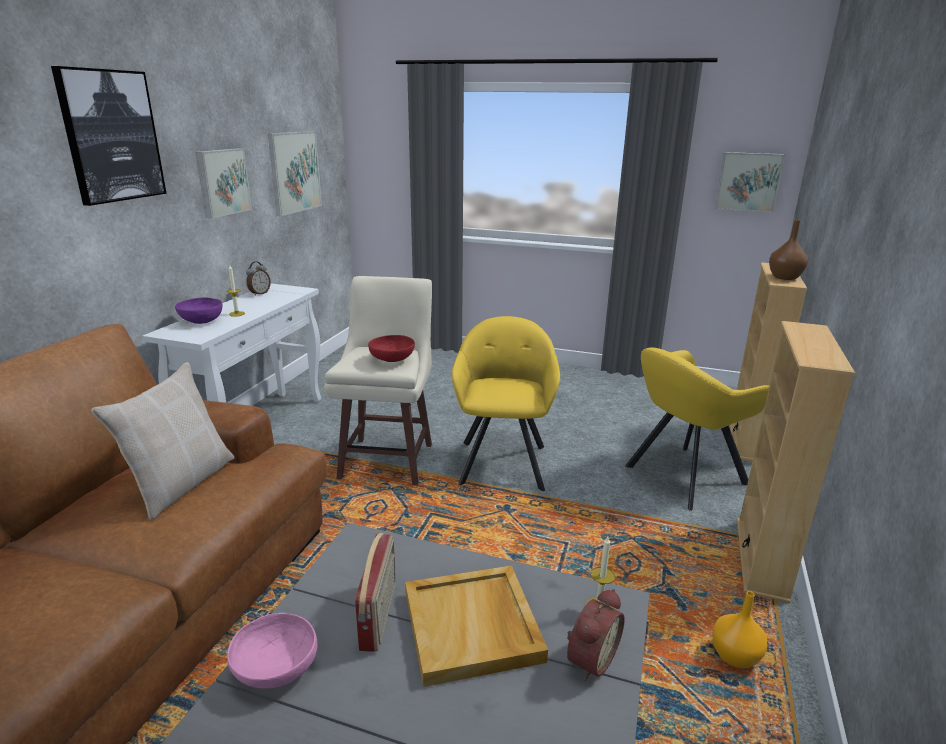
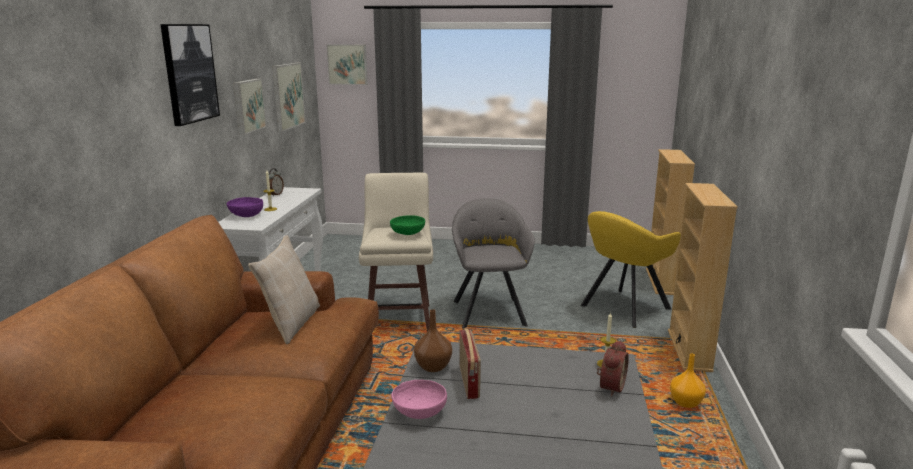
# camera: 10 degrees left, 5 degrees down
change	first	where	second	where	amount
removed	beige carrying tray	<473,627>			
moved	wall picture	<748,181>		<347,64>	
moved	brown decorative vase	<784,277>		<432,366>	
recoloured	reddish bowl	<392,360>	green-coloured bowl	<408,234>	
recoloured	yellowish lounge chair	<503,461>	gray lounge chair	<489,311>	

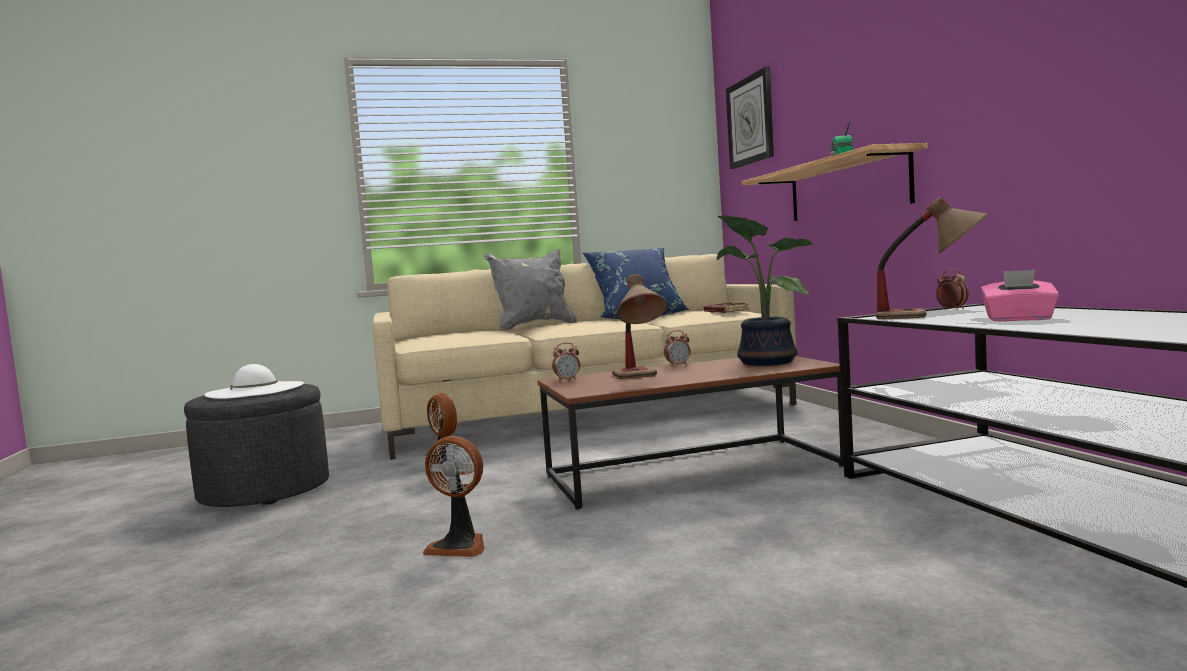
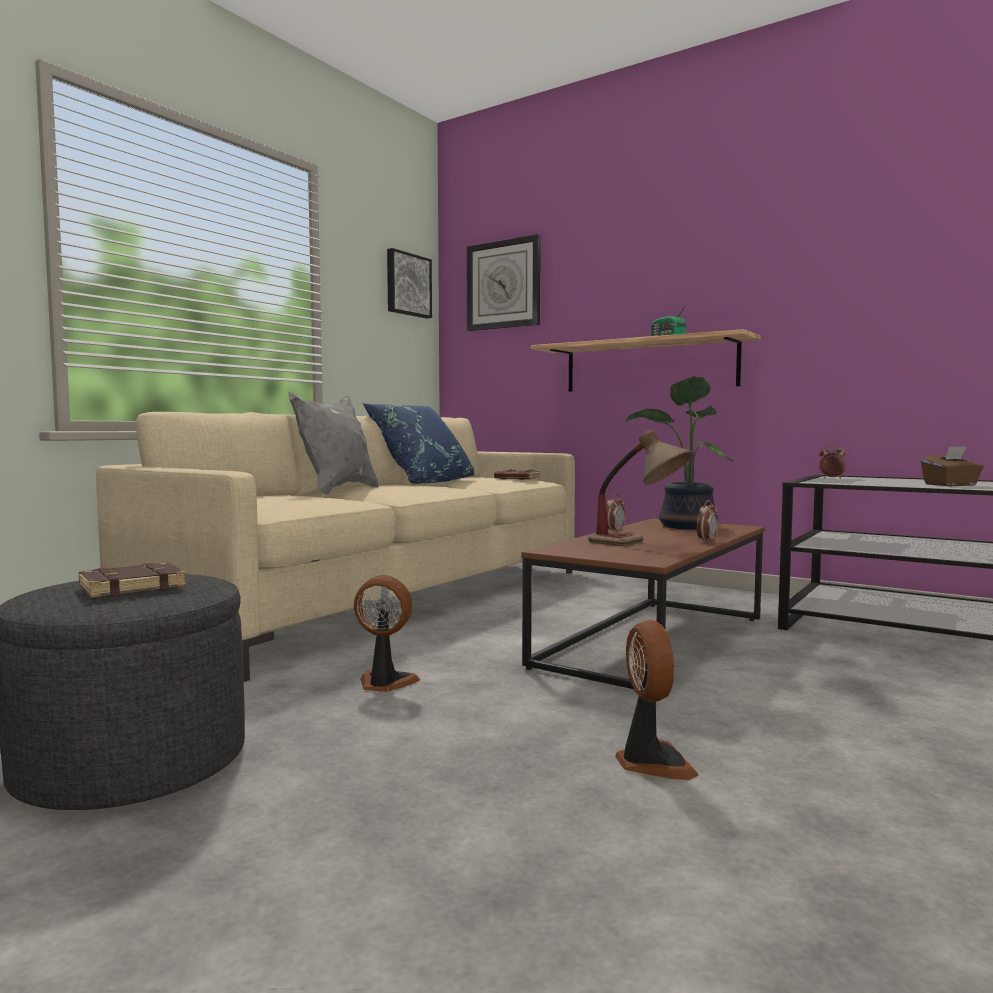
# camera: 40 degrees left, 0 degrees up
change	first	where	second	where	amount
removed	table lamp	<931,315>			
added			wall picture	<407,285>	
moved	alarm clock	<567,380>		<706,541>	
replaced	white-coloured clothing hat	<255,390>	brown book	<133,587>	
recoloured	pink box of tissues	<1019,319>	brown box of tissues	<951,485>	
turned	fan	<460,546>		<651,762>	75 degrees counterclockwise

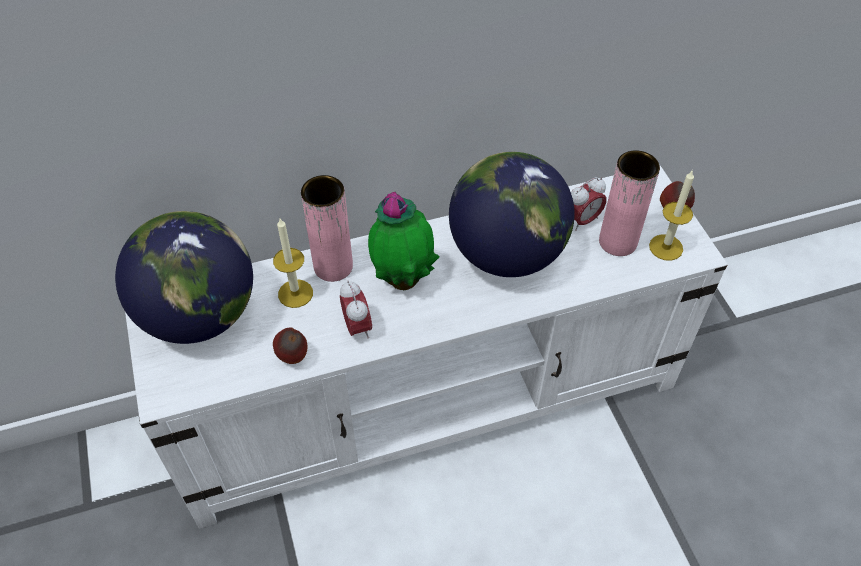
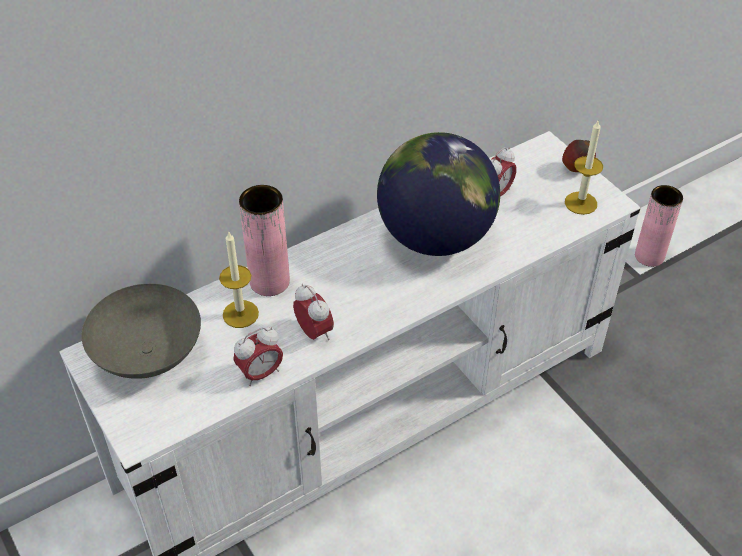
# camera: 15 degrees left, 5 degrees down
change	first	where	second	where	amount
removed	houseplant	<403,279>			
moved	pink decorative vase	<618,242>		<649,256>	
replaced	desk globe	<200,314>	gray bowl	<149,353>	
replaced	apple fruit	<293,358>	alarm clock	<260,373>	

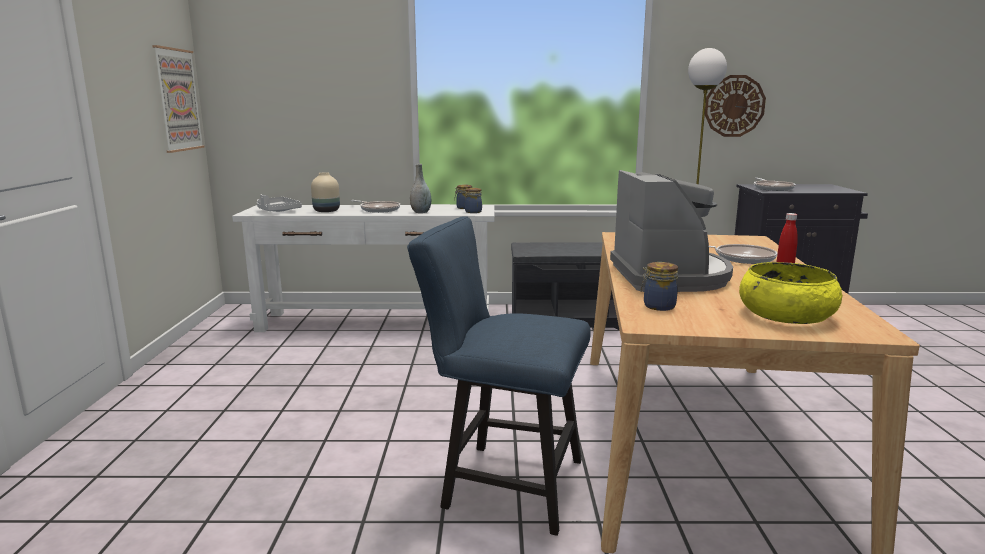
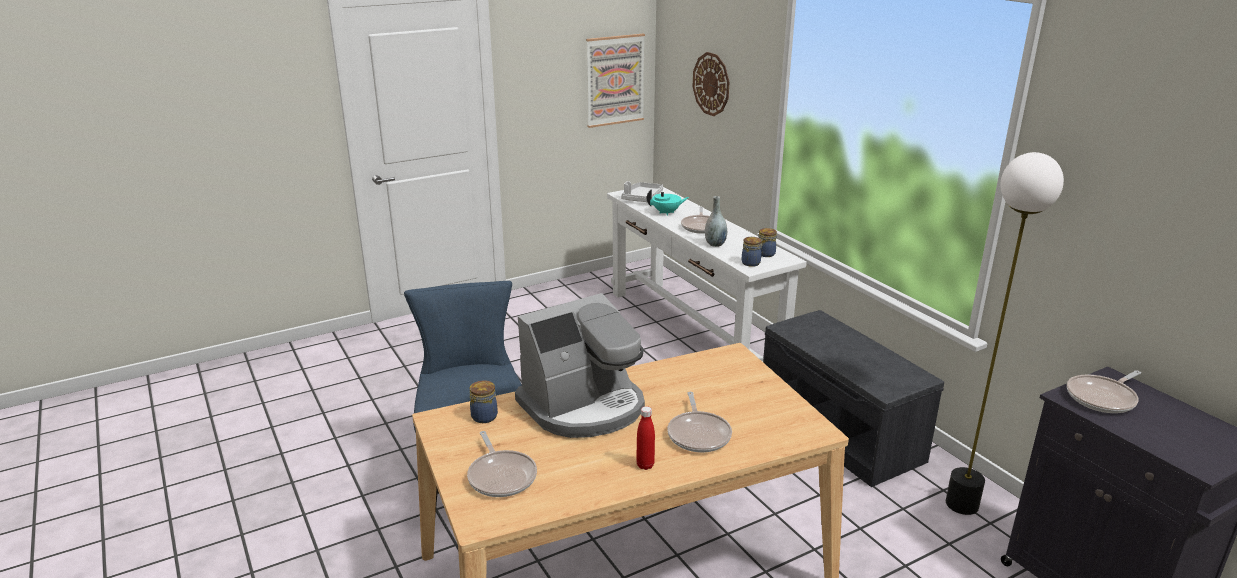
# camera: 60 degrees right, 10 degrees up
change	first	where	second	where	amount
moved	hanging clock	<734,106>		<711,84>	
replaced	beige decorative vase	<327,211>	blue-green teapot	<666,213>	
replaced	yellowish bowl	<786,315>	frying pan	<501,476>	

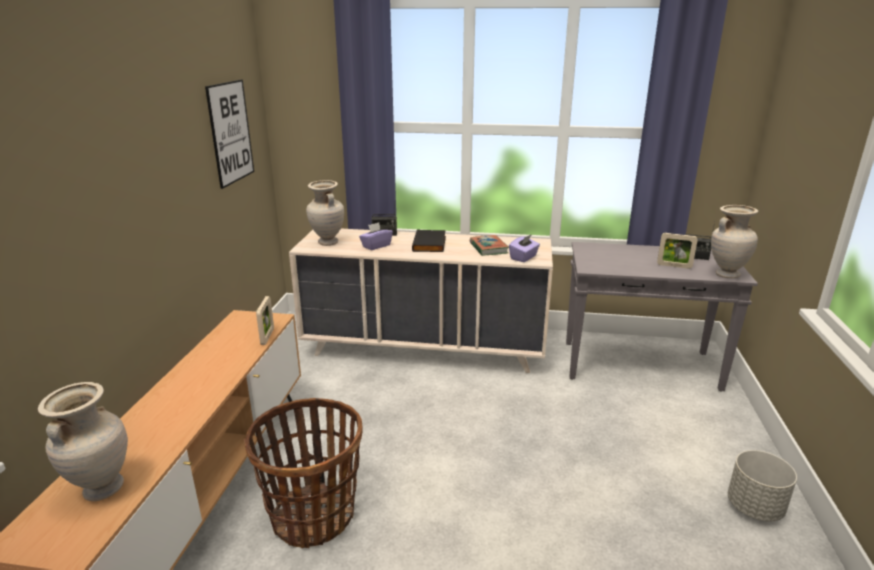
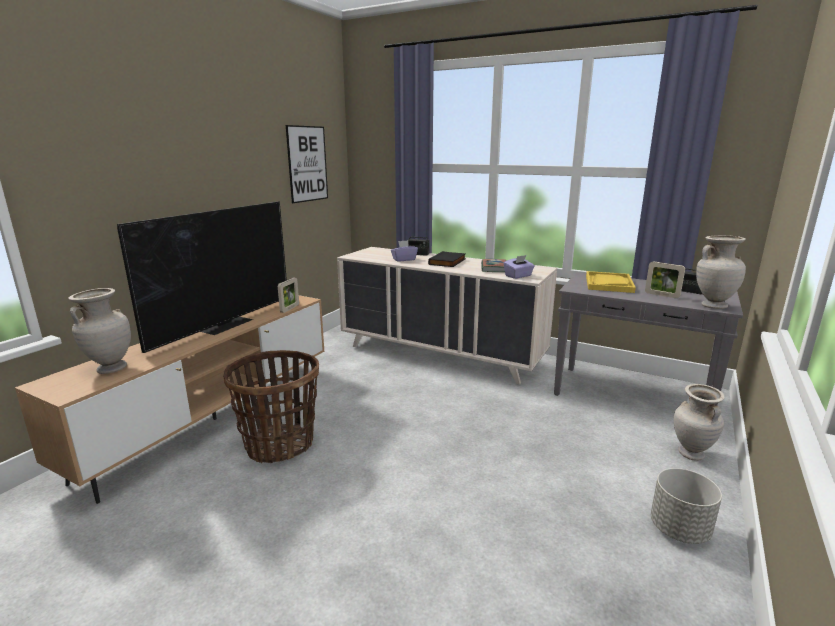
# camera: 20 degrees right, 5 degrees down
change	first	where	second	where	amount
added			TV set	<225,324>	
added			yellowish carrying tray	<608,283>	
moved	beige decorative vase	<327,243>		<690,454>	

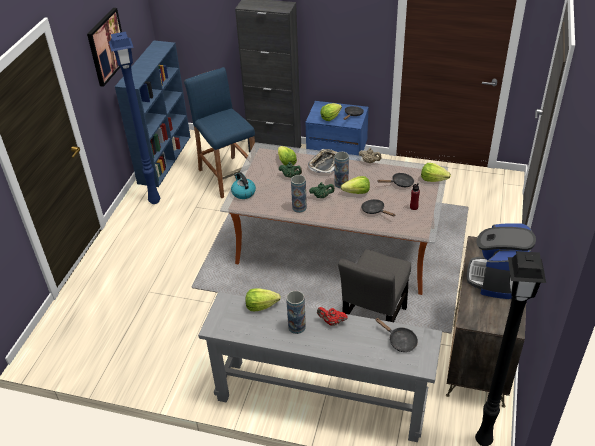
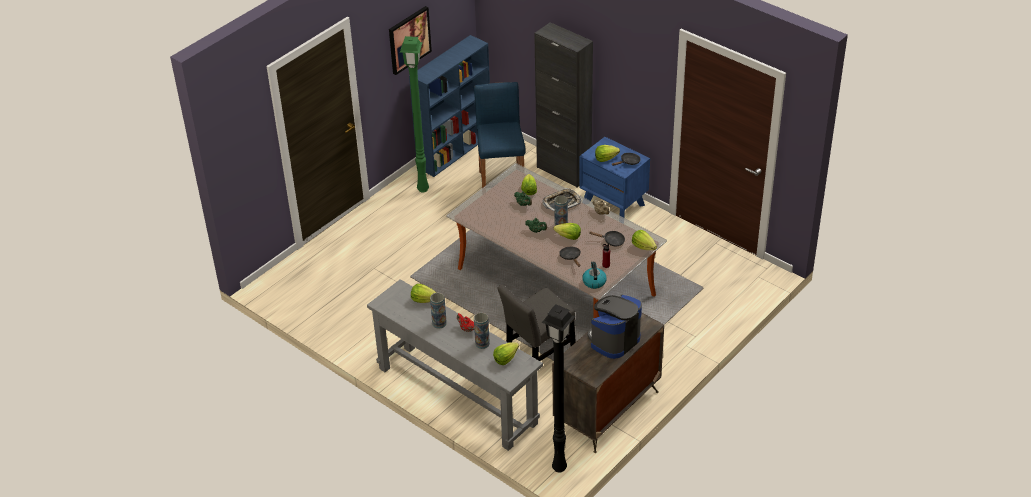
# camera: 25 degrees right, 0 degrees up
change	first	where	second	where	amount
moved	kettle	<243,192>		<594,281>	
moved	decorative vase	<299,207>		<482,343>	
replaced	black-coloured frying pan	<400,341>	lettuce	<505,358>	
recoloured	bluish standing lamp	<155,200>	green-coloured standing lamp	<424,189>	

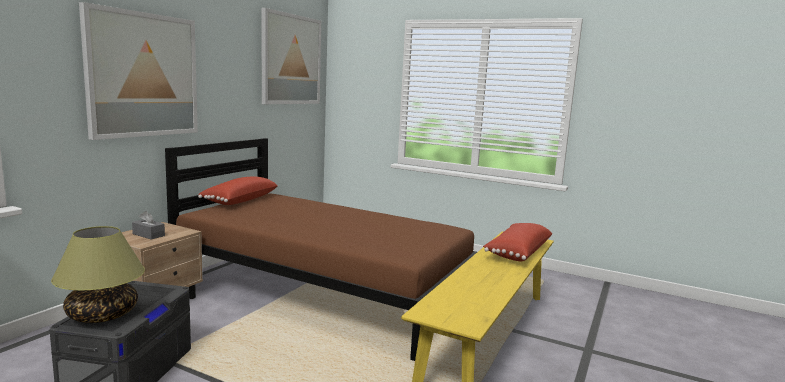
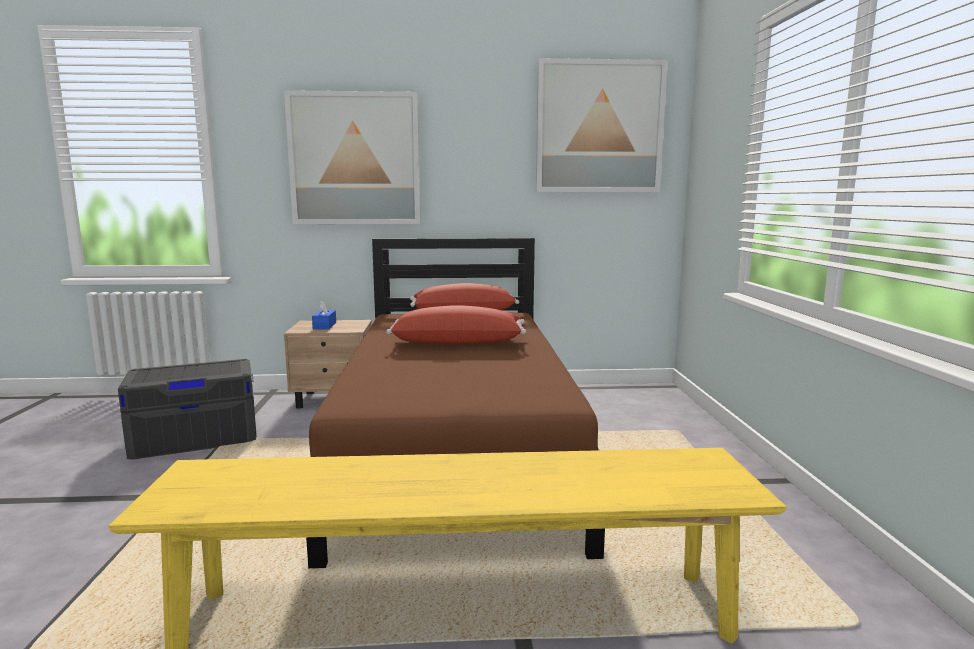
# camera: 60 degrees right, 0 degrees up
change	first	where	second	where	amount
removed	table lamp	<102,315>			
moved	reddish throw pillow	<517,252>		<458,342>	
recoloured	gray box of tissues	<148,235>	bluish box of tissues	<324,326>	

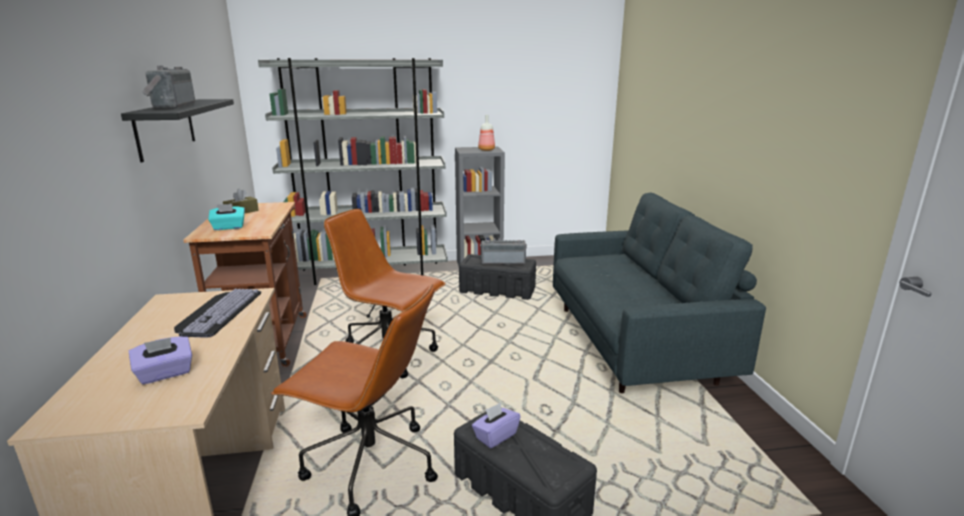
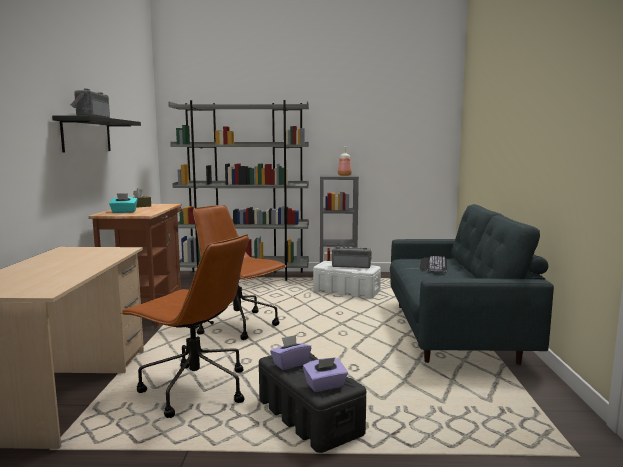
# camera: 10 degrees right, 10 degrees down
change	first	where	second	where	amount
moved	purple-coloured box of tissues	<165,374>		<325,386>	
moved	keyboard	<217,312>		<433,264>	
recoloured	black-coloured storage container	<498,290>	white-coloured storage container	<347,291>	

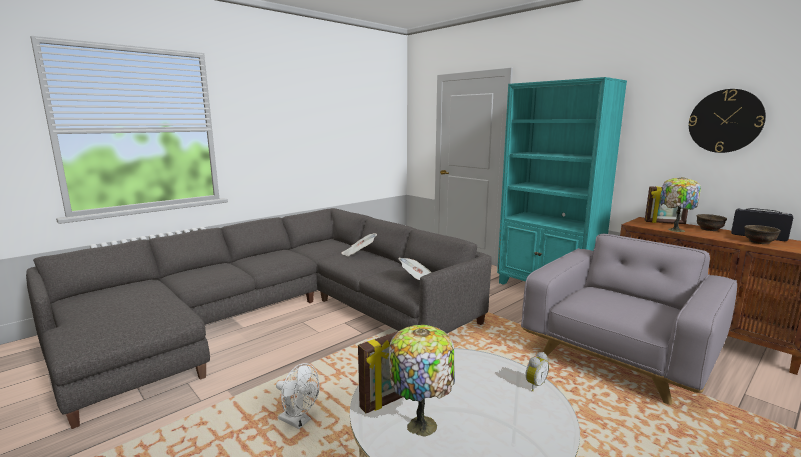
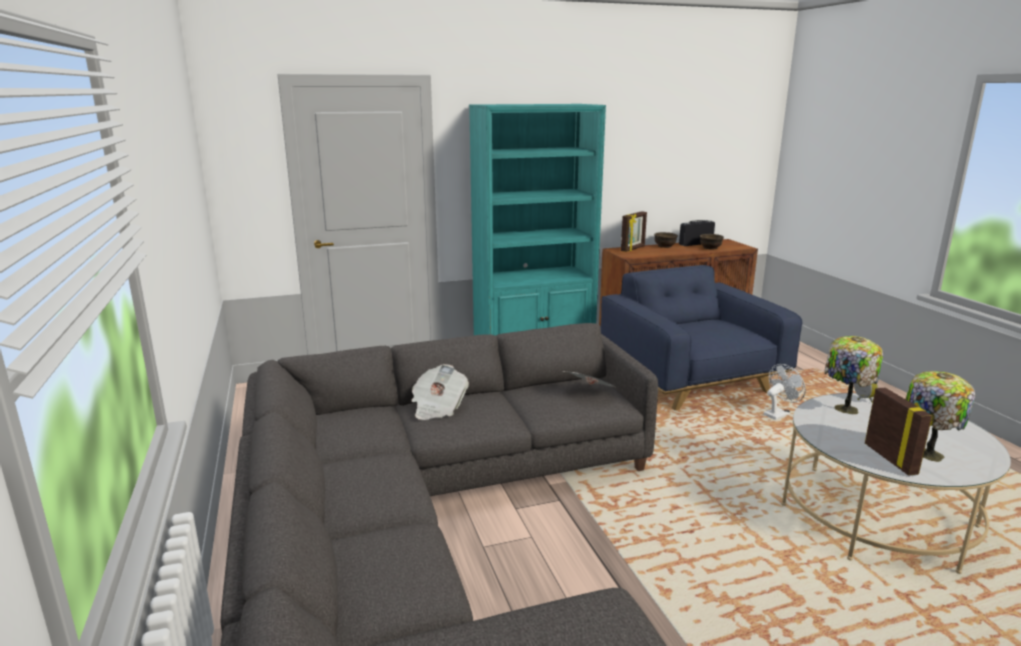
# camera: 65 degrees left, 5 degrees up
change	first	where	second	where	amount
removed	hanging clock	<725,121>			
moved	white-coloured fan	<299,421>		<778,414>	
moved	table lamp	<674,229>		<844,409>	
recoloured	gray lounge chair	<619,355>	bluish lounge chair	<690,380>	

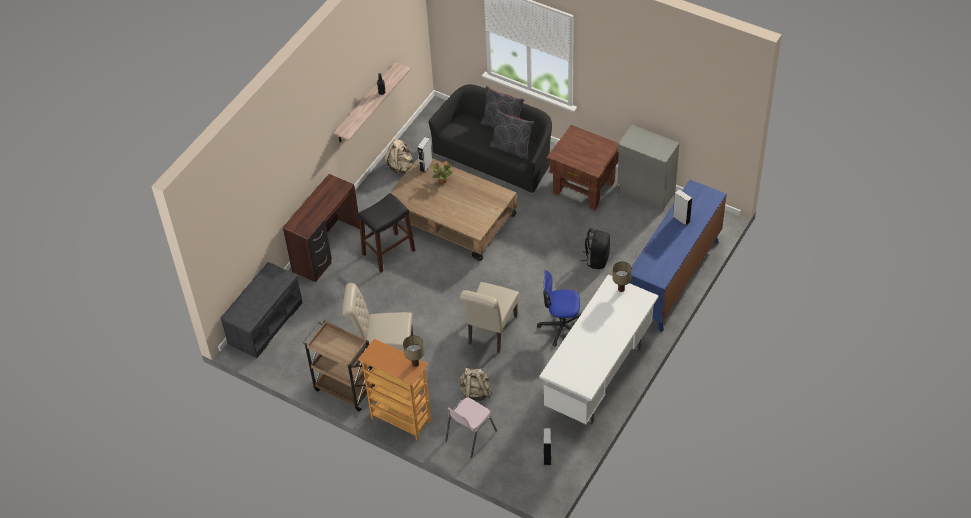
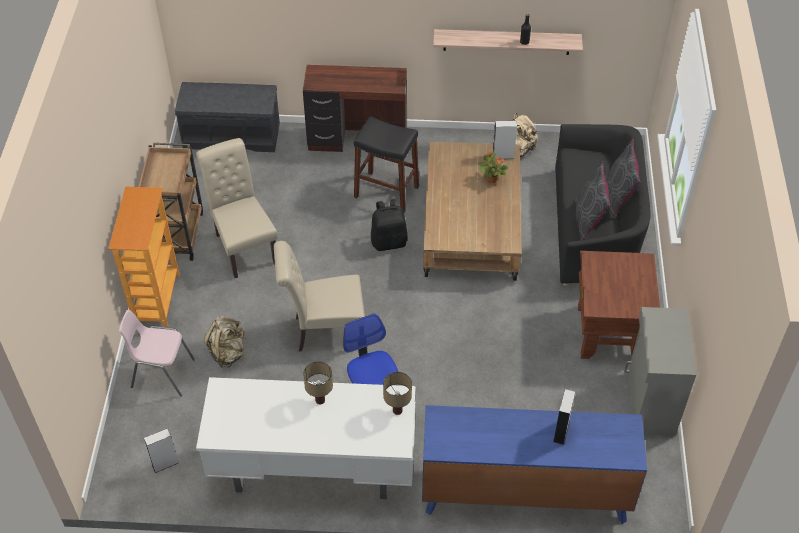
# camera: 60 degrees right, 0 degrees up
change	first	where	second	where	amount
moved	table lamp	<415,364>		<319,400>	
moved	black-coloured backpack	<596,259>		<389,241>	

